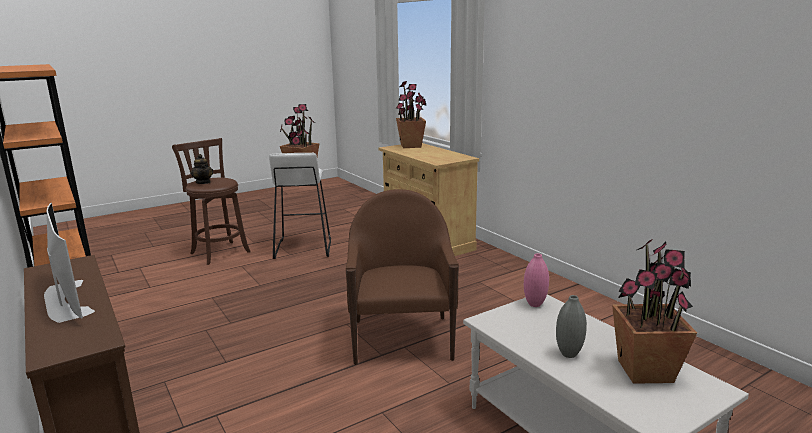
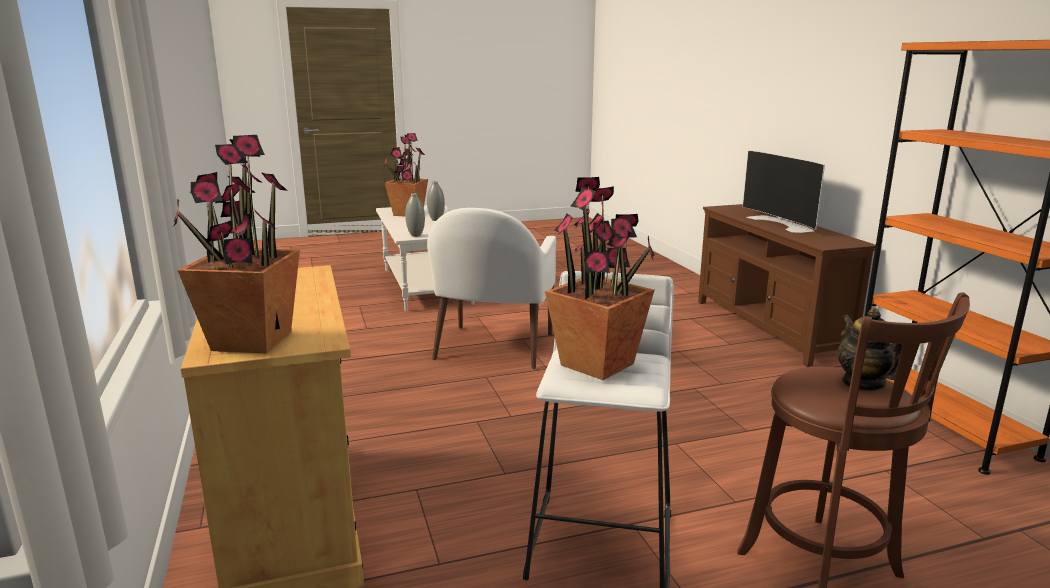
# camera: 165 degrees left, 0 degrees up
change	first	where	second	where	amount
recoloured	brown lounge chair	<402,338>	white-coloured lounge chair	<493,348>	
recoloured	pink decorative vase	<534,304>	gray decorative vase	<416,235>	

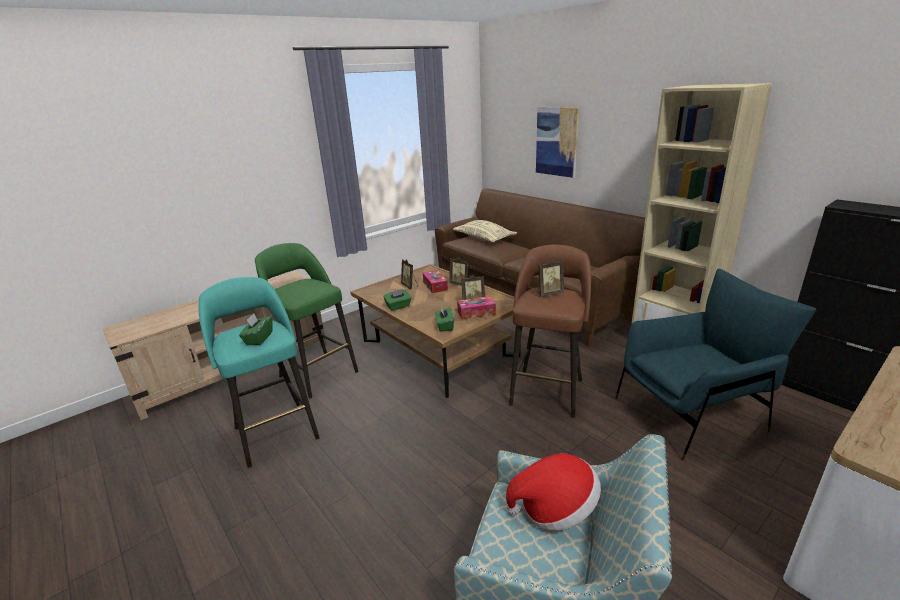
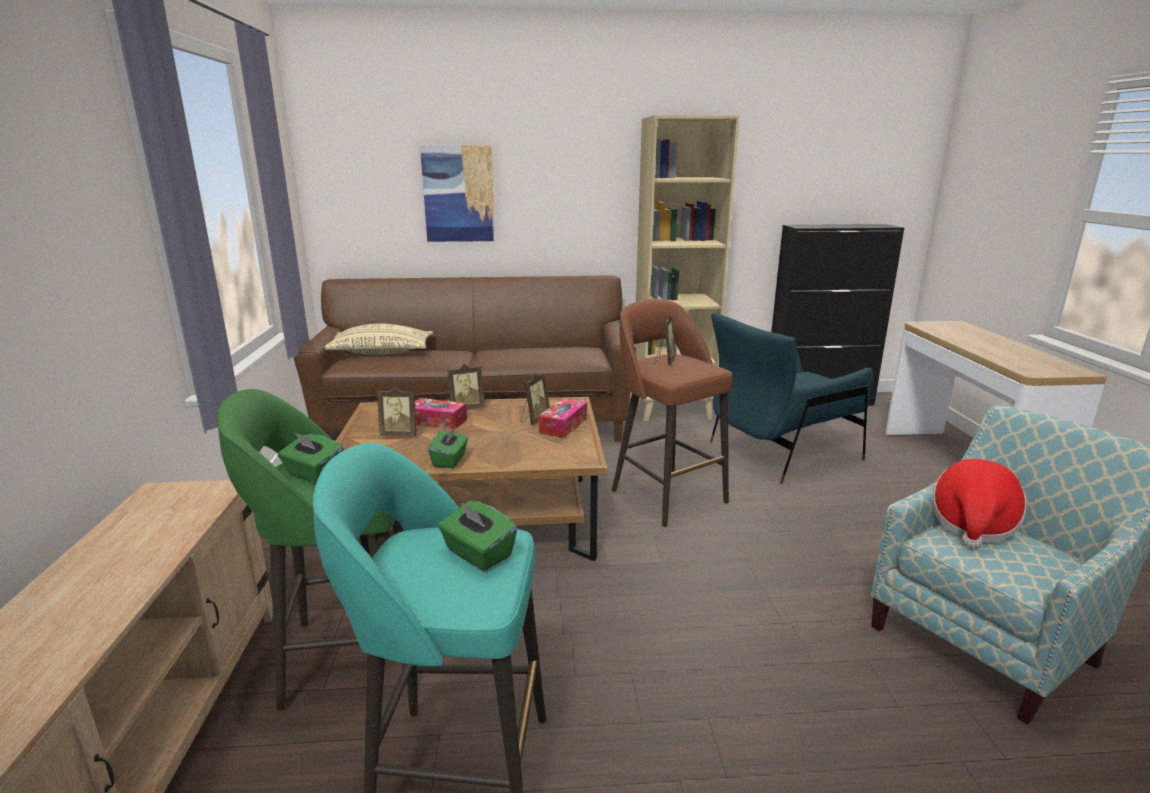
# camera: 55 degrees left, 5 degrees down
change	first	where	second	where	amount
moved	green-coloured box of tissues	<444,326>		<313,474>	
turned	bluish lounge chair	<692,413>		<780,452>	135 degrees counterclockwise

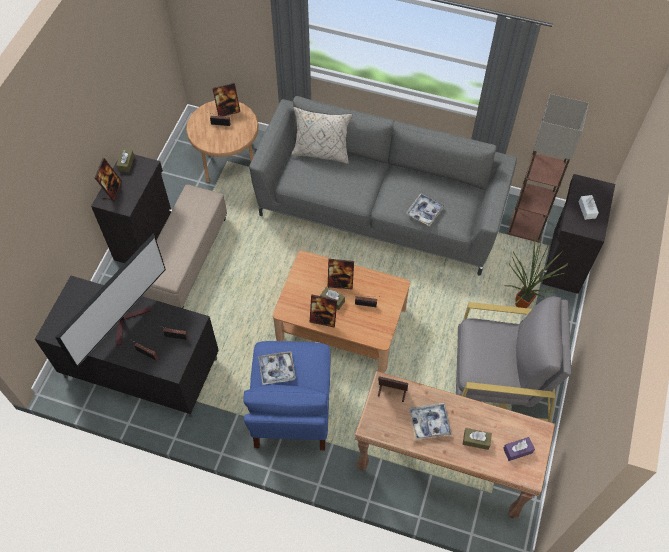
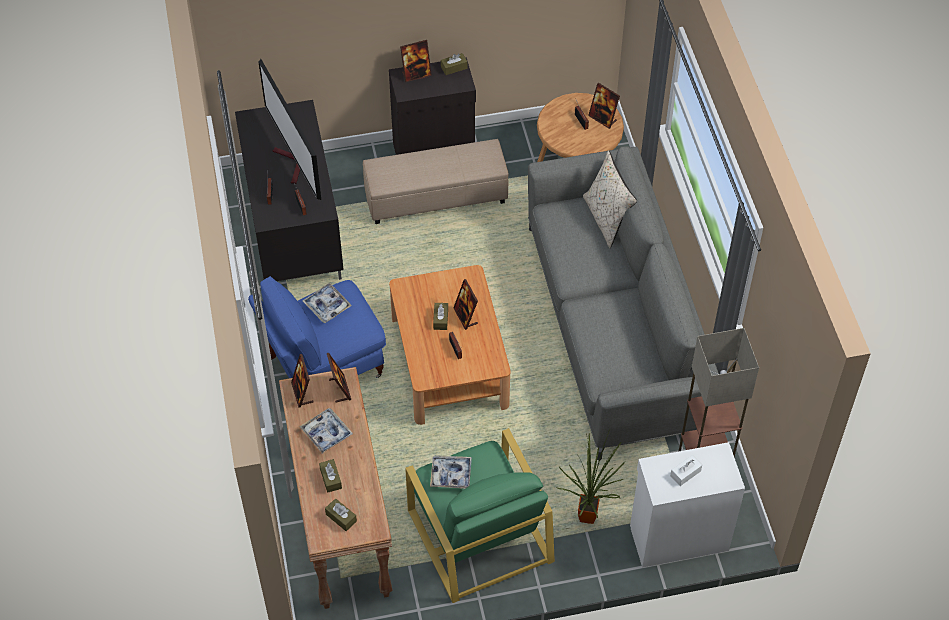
# camera: 60 degrees right, 5 degrees down
change	first	where	second	where	amount
moved	photo frame	<323,319>		<302,393>	
moved	carrying tray	<424,212>		<451,474>	
recoloured	gray lounge chair	<501,378>	green-coloured lounge chair	<479,534>	
recoloured	purple-coloured box of tissues	<517,450>	brown box of tissues	<341,517>	
recoloured	black-coloured storage cabinet	<564,261>	white-coloured storage cabinet	<677,536>	
turned	TV set	<128,321>		<294,164>	60 degrees clockwise

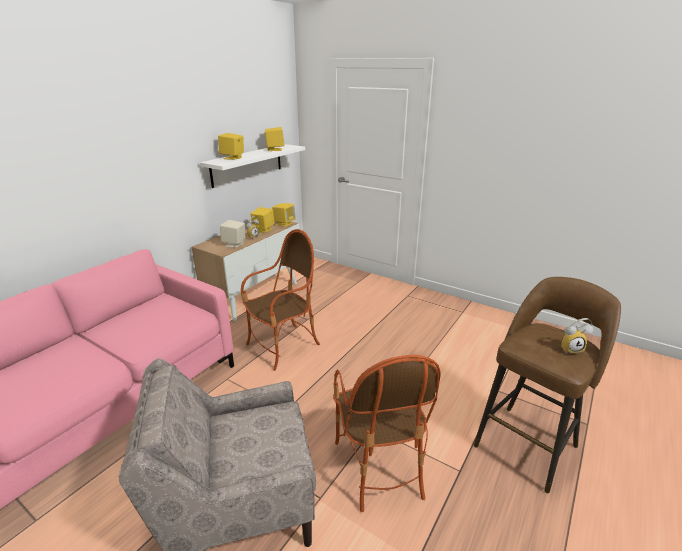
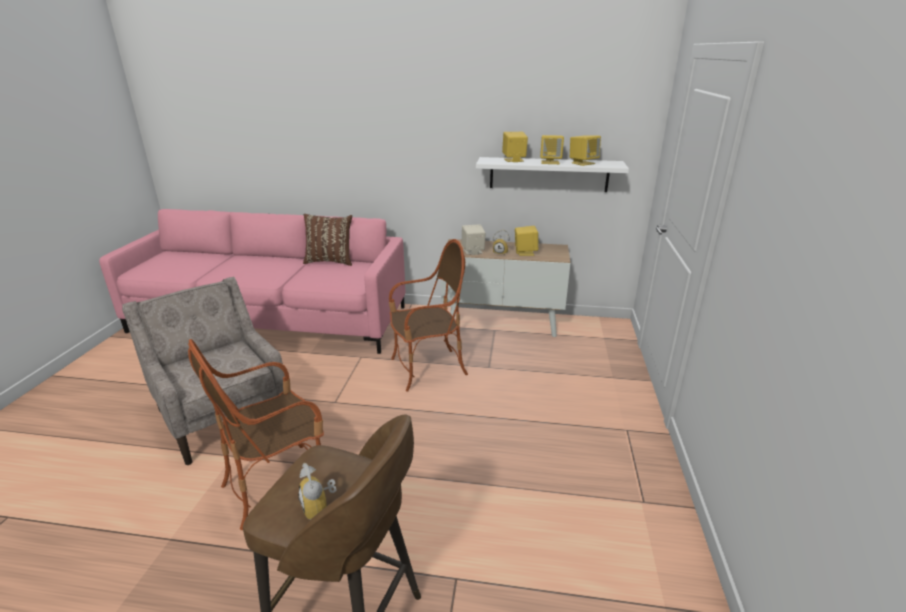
# camera: 65 degrees right, 0 degrees up
change	first	where	second	where	amount
added			brown throw pillow	<330,261>	
moved	yellowish speaker	<284,223>		<550,162>	
turned	lounge chair	<283,346>		<428,369>	45 degrees counterclockwise

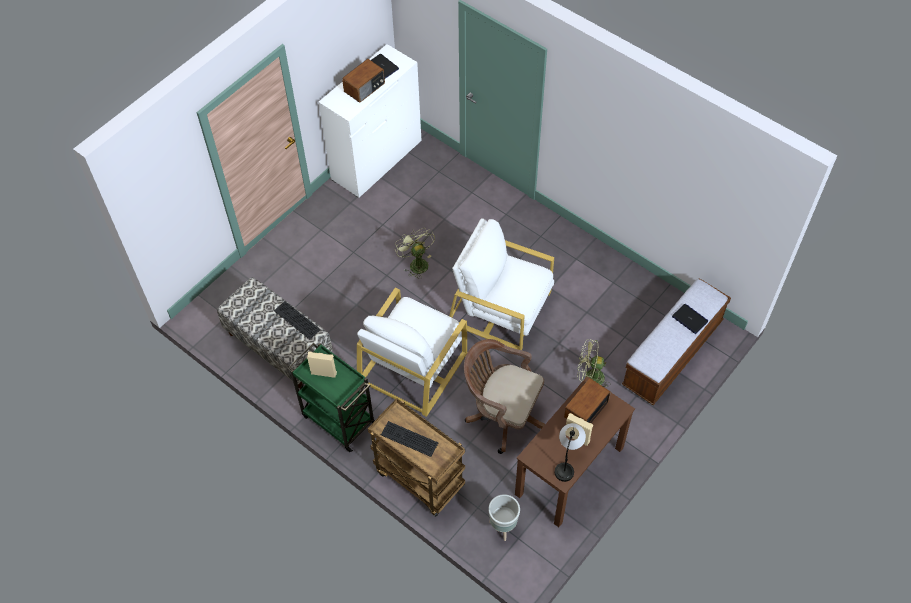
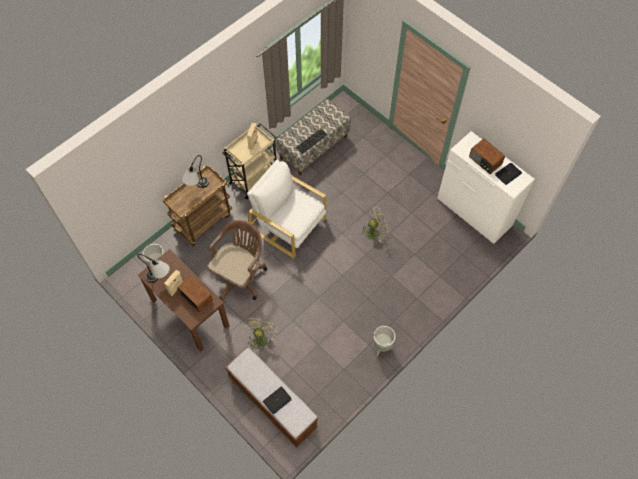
# camera: 95 degrees right, 5 degrees up
change	first	where	second	where	amount
removed	white-coloured lounge chair	<501,308>			
added			gray planter	<382,347>	
replaced	keyboard	<408,439>	table lamp	<197,188>	
recoloured	green-coloured trolley	<338,419>	beige trolley	<254,178>	

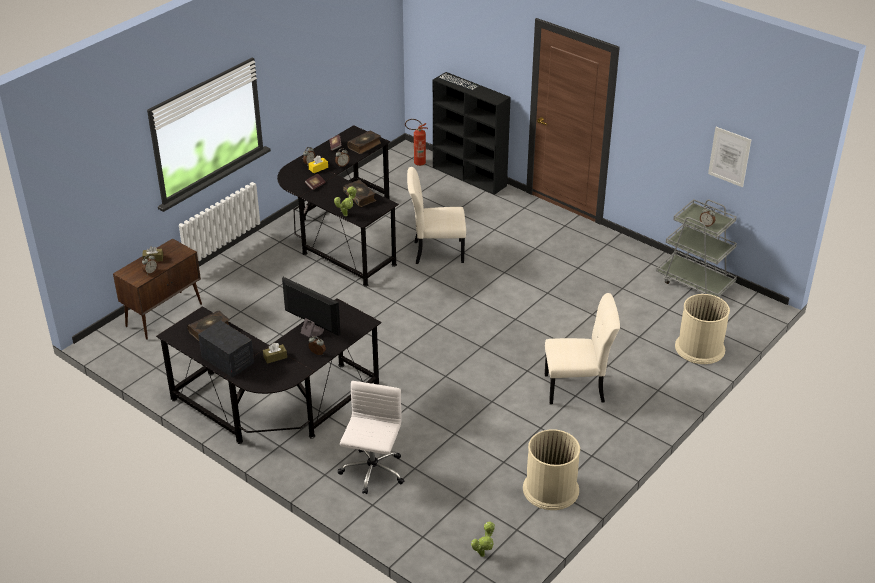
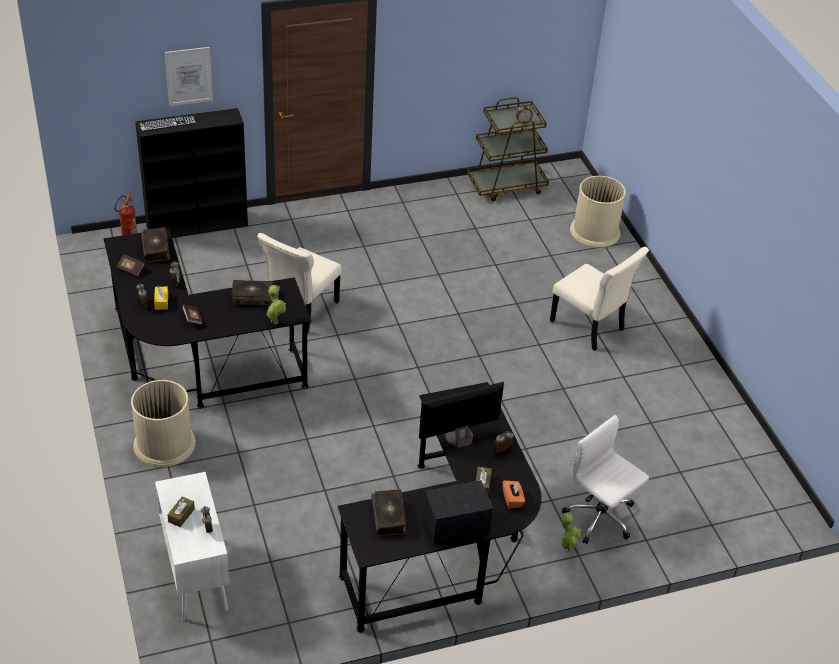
# camera: 60 degrees left, 5 degrees up
change	first	where	second	where	amount
added			orange box of tissues	<512,499>	
moved	houseplant	<483,553>		<567,547>	
moved	beige rubbish bin	<550,489>		<164,444>	
moved	wall picture	<729,156>		<189,76>	
recoloured	brown storage cabinet	<164,315>	white-coloured storage cabinet	<195,574>	
recoloured	gray trolley	<695,282>	brown trolley	<507,185>	
turned	beige plain chair	<577,388>		<589,327>	105 degrees clockwise

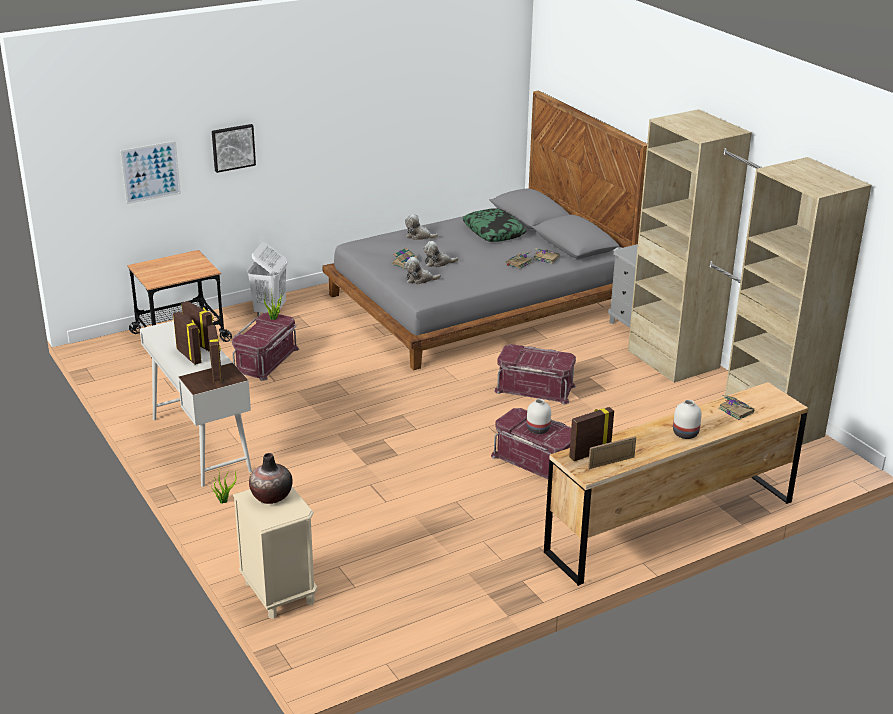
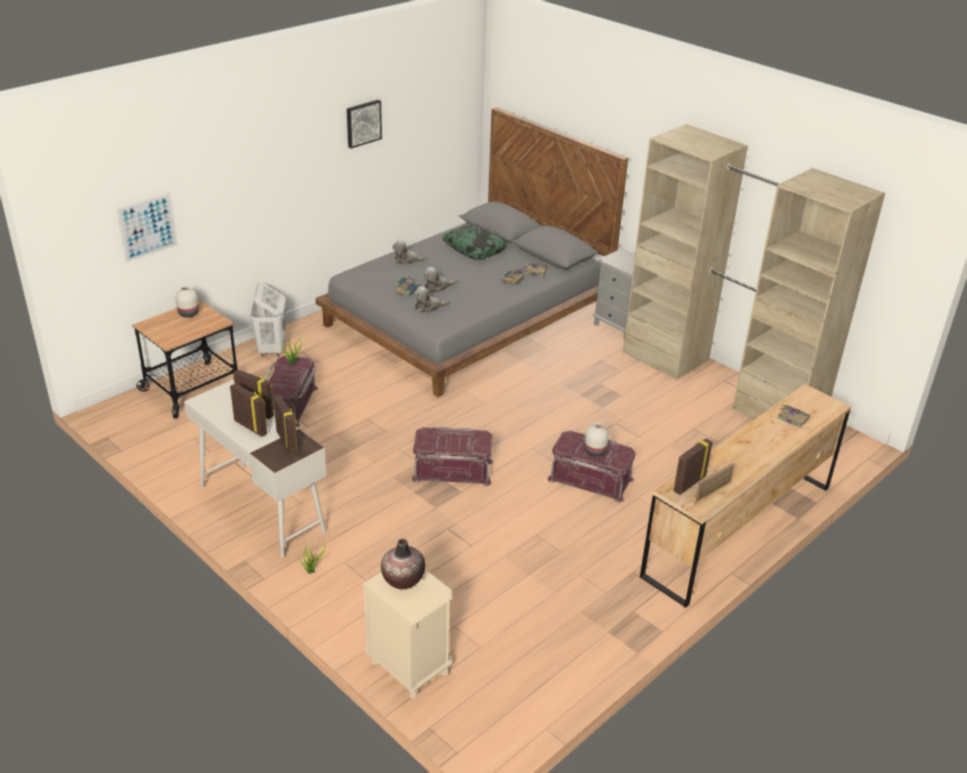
# camera: 15 degrees left, 5 degrees up
change	first	where	second	where	amount
moved	wall picture	<233,147>		<363,123>	
moved	reddish storage container	<535,388>		<452,469>	
moved	white-coloured decorative vase	<686,433>		<189,313>	

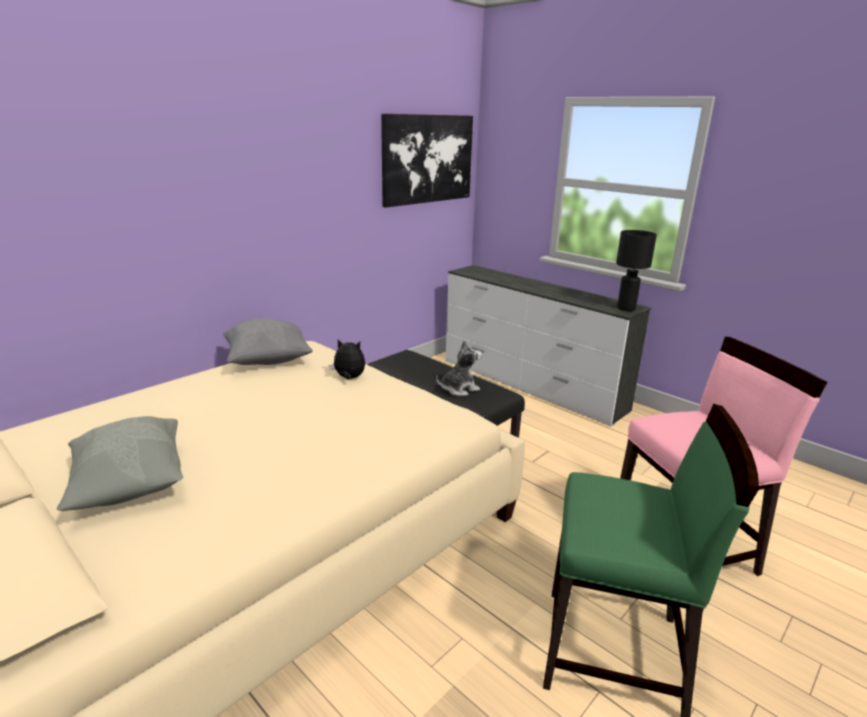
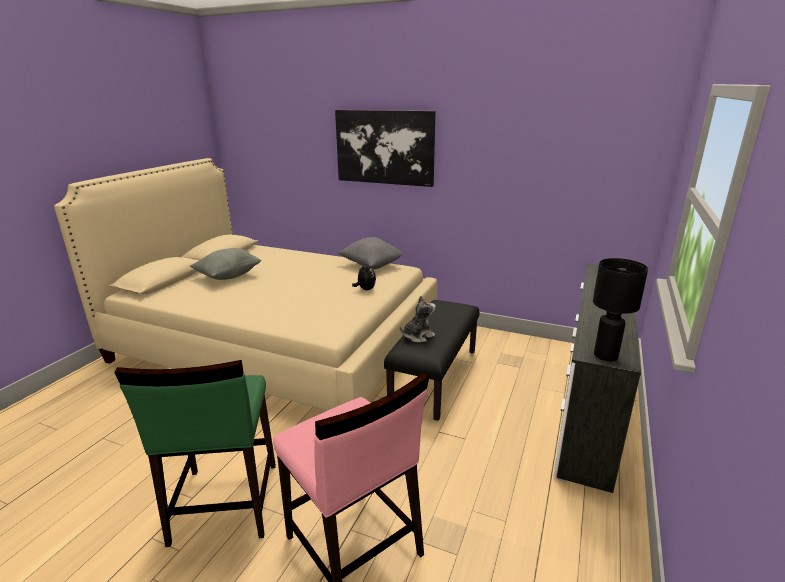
# camera: 70 degrees right, 0 degrees up
change	first	where	second	where	amount
moved	wall picture	<427,159>		<384,147>	
turned	cuddly toy	<459,389>		<417,336>	75 degrees counterclockwise

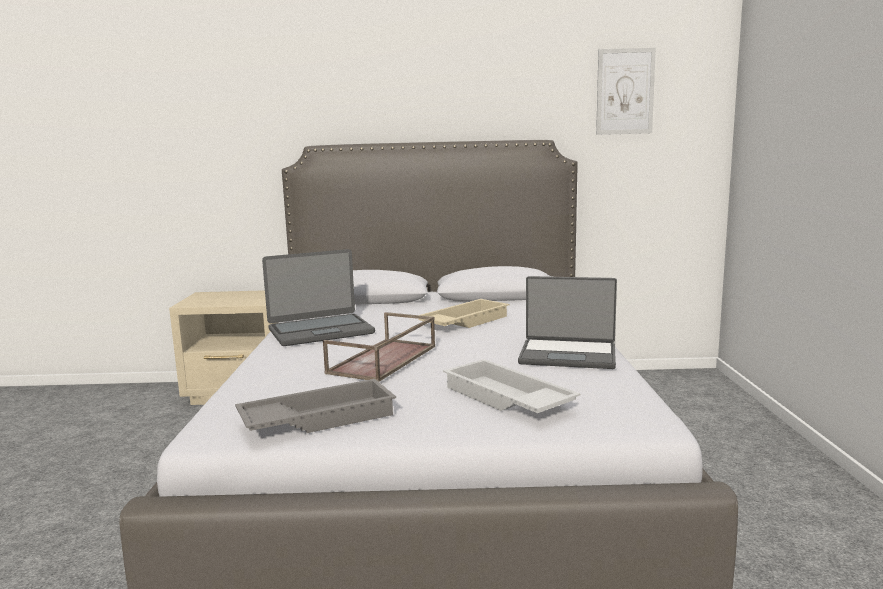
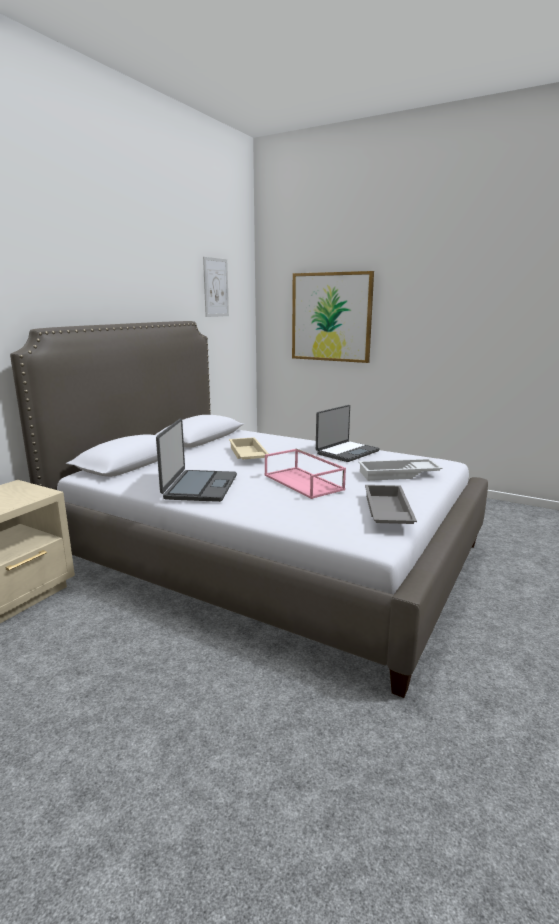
# camera: 60 degrees left, 5 degrees up
change	first	where	second	where	amount
added			wall picture	<331,317>	
recoloured	brown carrying tray	<383,360>	pink carrying tray	<304,482>	

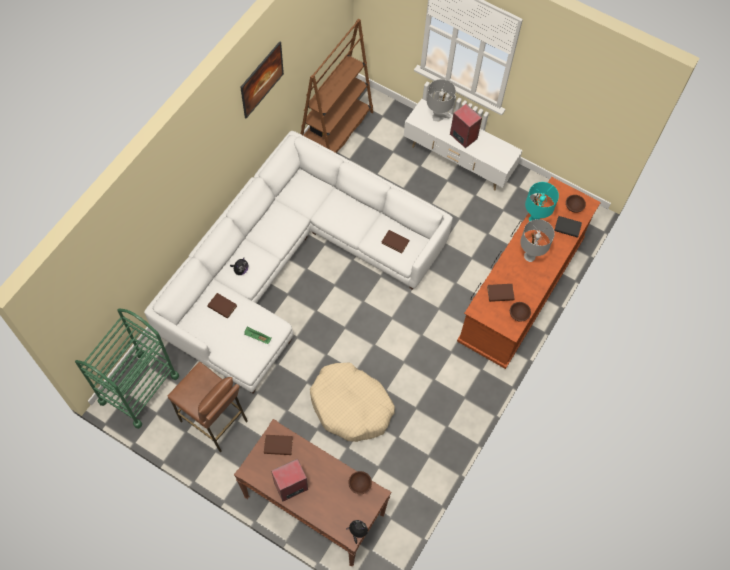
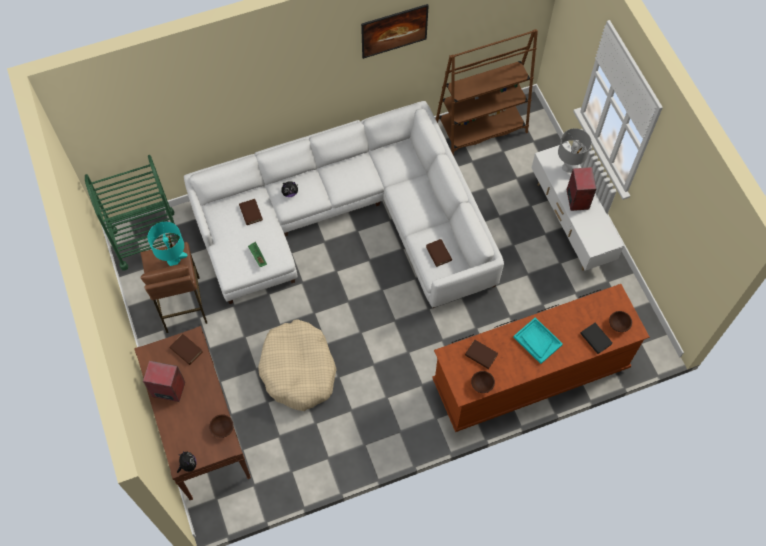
# camera: 40 degrees right, 0 degrees up
change	first	where	second	where	amount
moved	blue-green table lamp	<534,219>		<173,260>	
replaced	gray table lamp	<530,256>	blue-green carrying tray	<537,341>	

